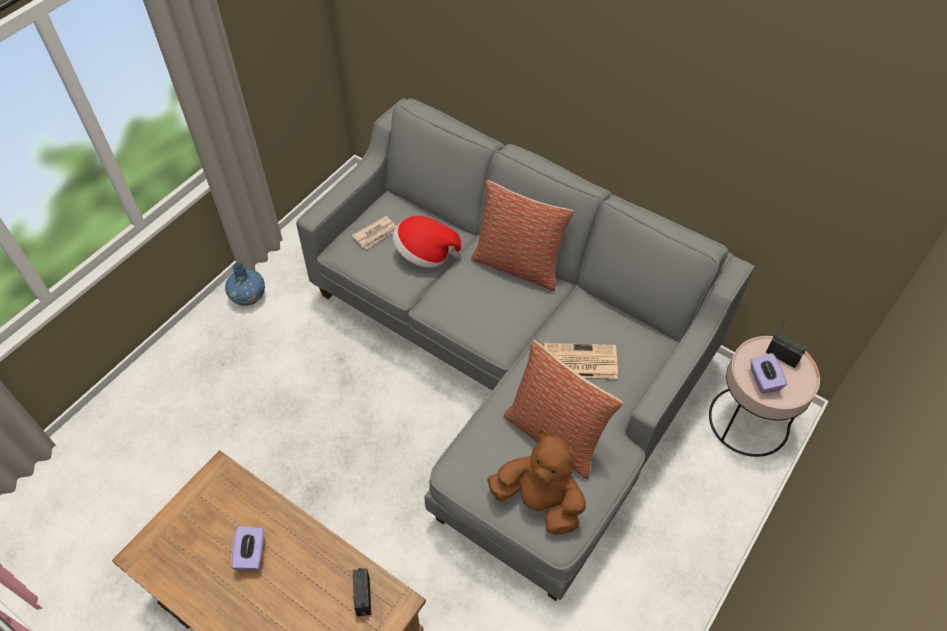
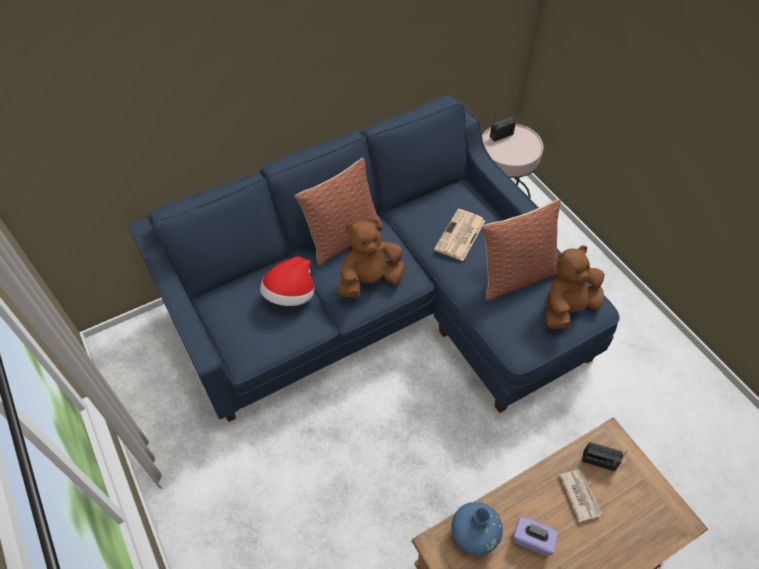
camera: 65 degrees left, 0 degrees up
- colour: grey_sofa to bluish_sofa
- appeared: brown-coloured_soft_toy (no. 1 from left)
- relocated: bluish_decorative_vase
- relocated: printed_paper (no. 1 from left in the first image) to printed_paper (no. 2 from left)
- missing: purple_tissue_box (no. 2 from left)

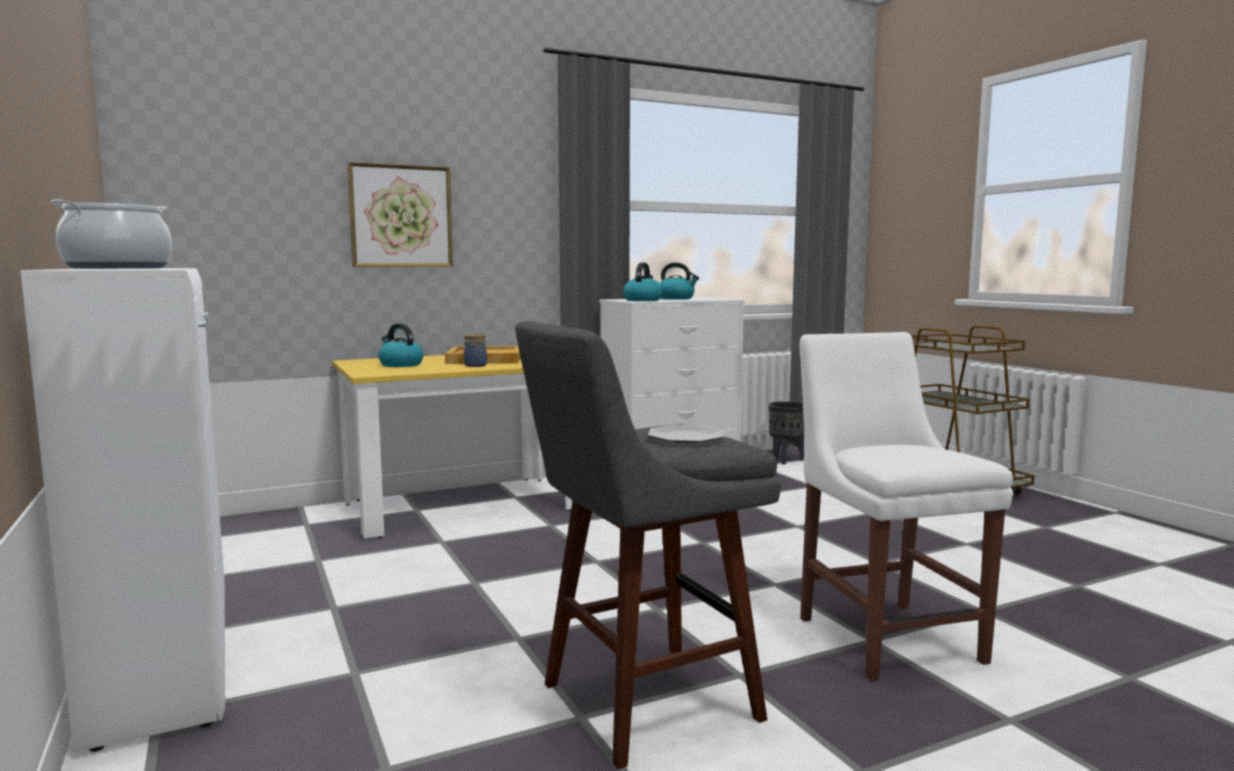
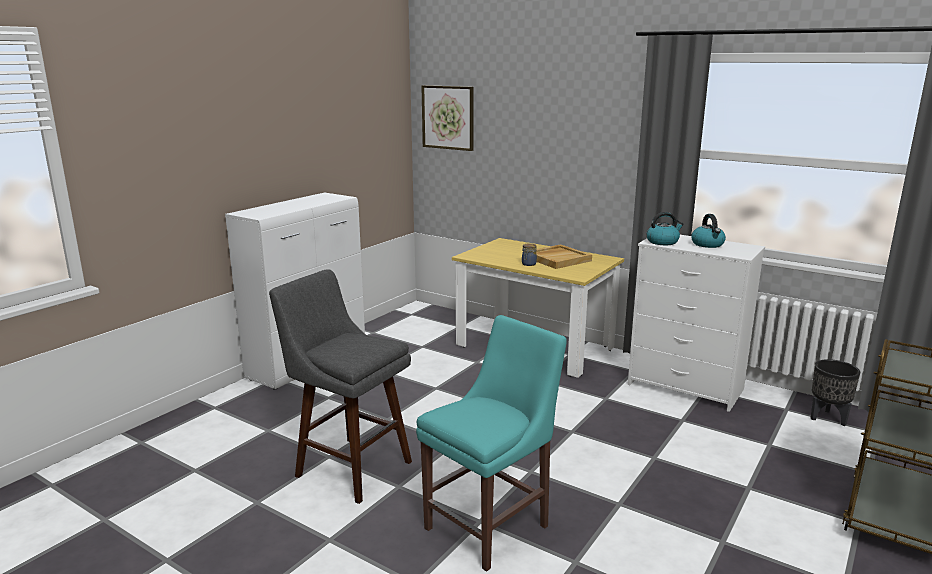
camera: 60 degrees right, 10 degrees up
- colour: whitish_plain_chair to turquoise-coloured_plain_chair
- relocated: wall_art
- missing: cooking_pot
- missing: kettle (no. 1 from left)
- missing: dinner_plate

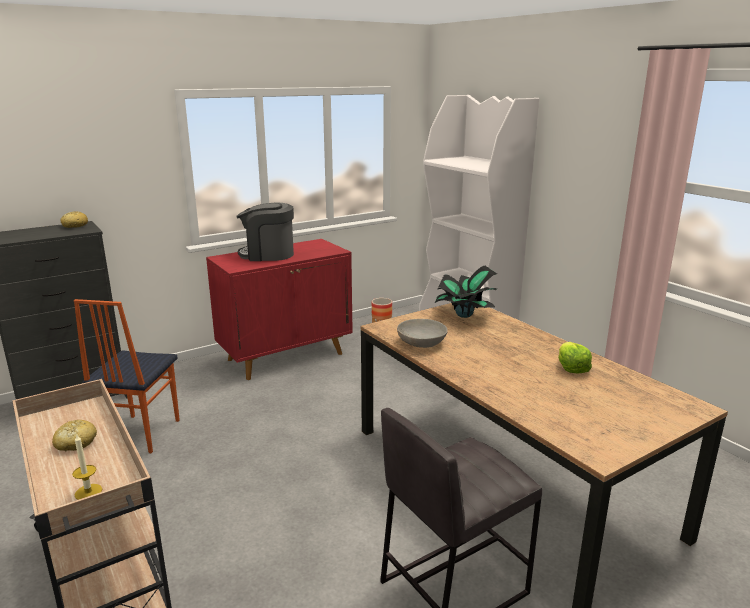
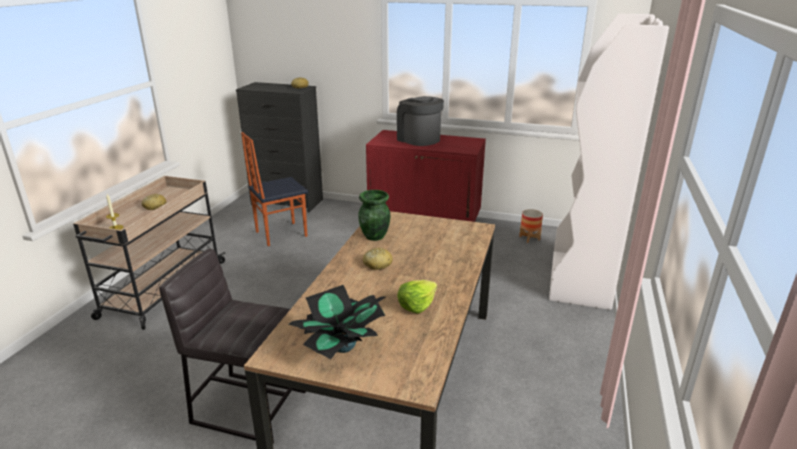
camera: 50 degrees right, 5 degrees up
- relocated: houseplant
- exchanged: grey_deep_dish to green-coloured_decorative_vase
- appeared: bread (no. 3 from left)

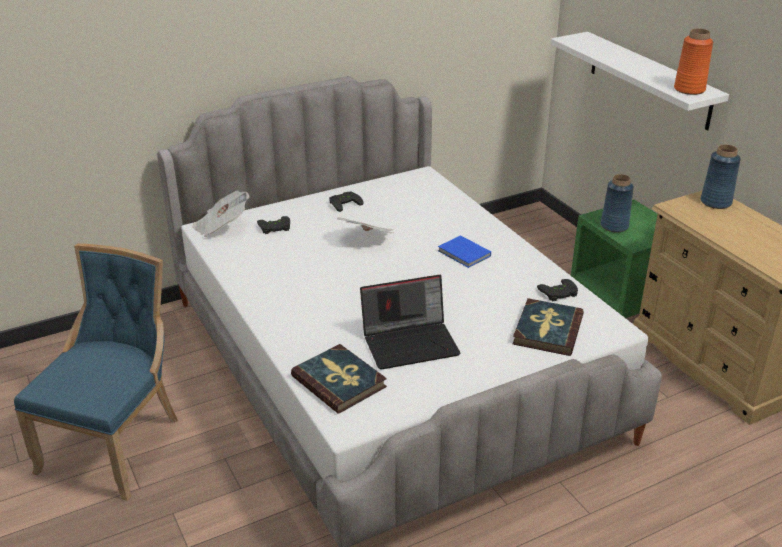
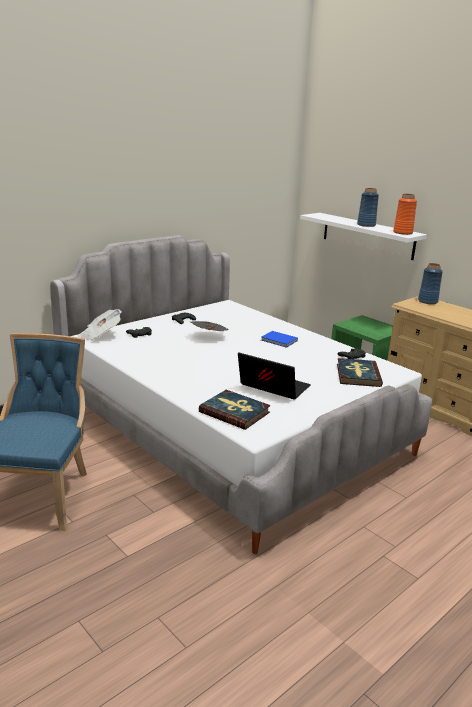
camera: 15 degrees left, 10 degrees down
- spun: portable_computer 120 degrees counterclockwise
- relocated: bluish_decorative_vase (no. 1 from left)

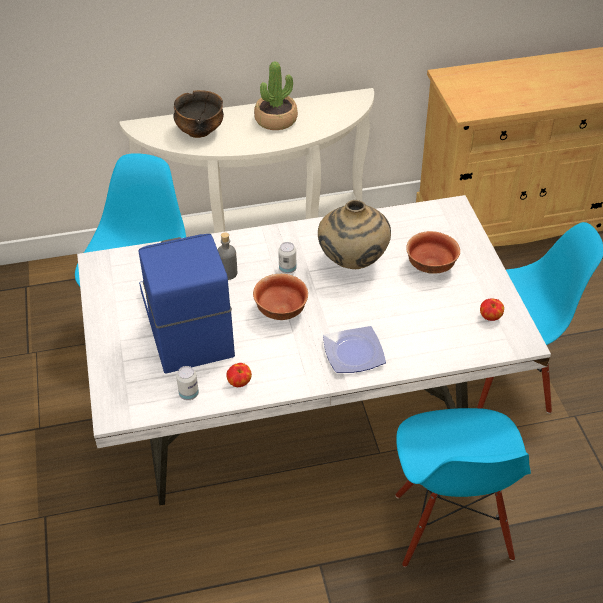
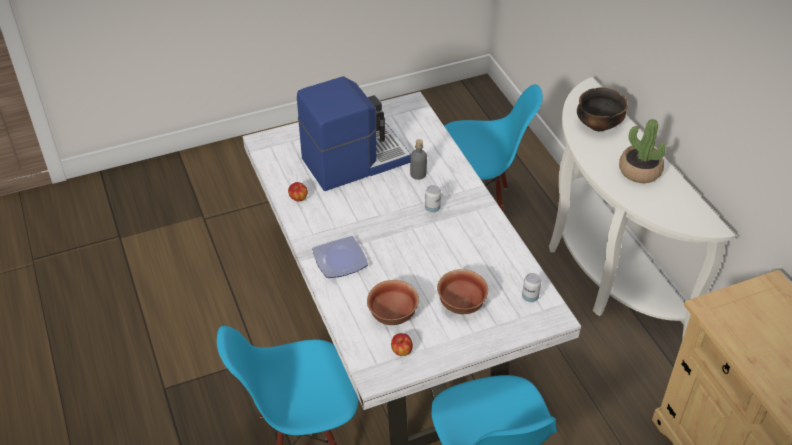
camera: 80 degrees right, 0 degrees up
- relocated: deep_dish (no. 2 from left in the first image) to deep_dish (no. 1 from left)
- relocated: metal_can (no. 1 from left in the first image) to metal_can (no. 2 from left)
- missing: beige_decorative_vase

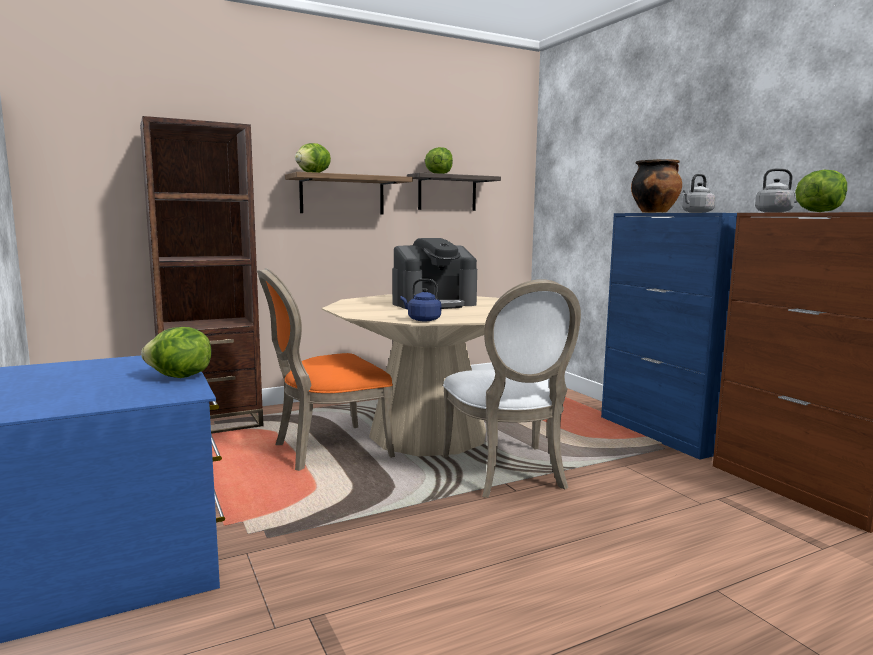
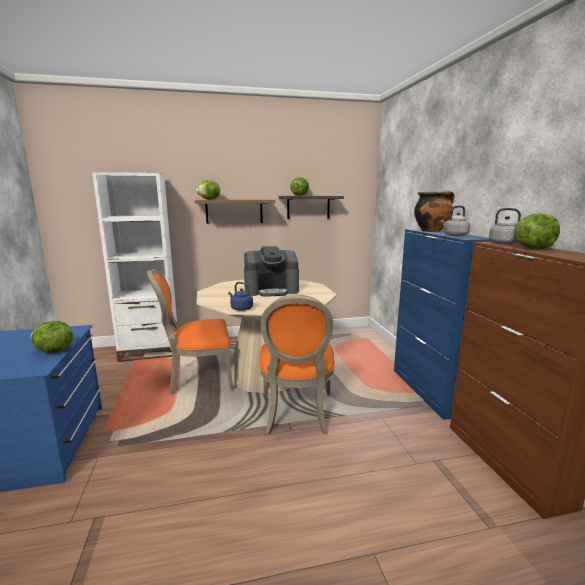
camera: 15 degrees right, 5 degrees up
- colour: brown-coloured_shelving_unit to whitish_shelving_unit
- colour: whitish_plain_chair to orange-coloured_plain_chair (no. 2 from left)

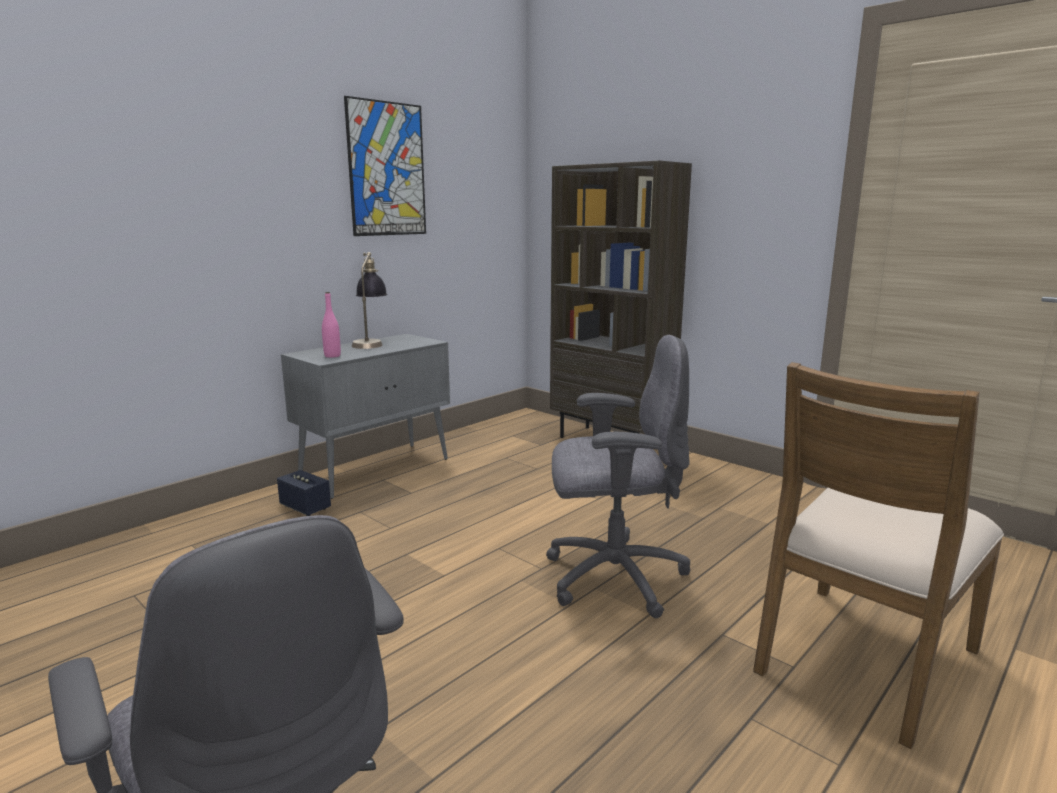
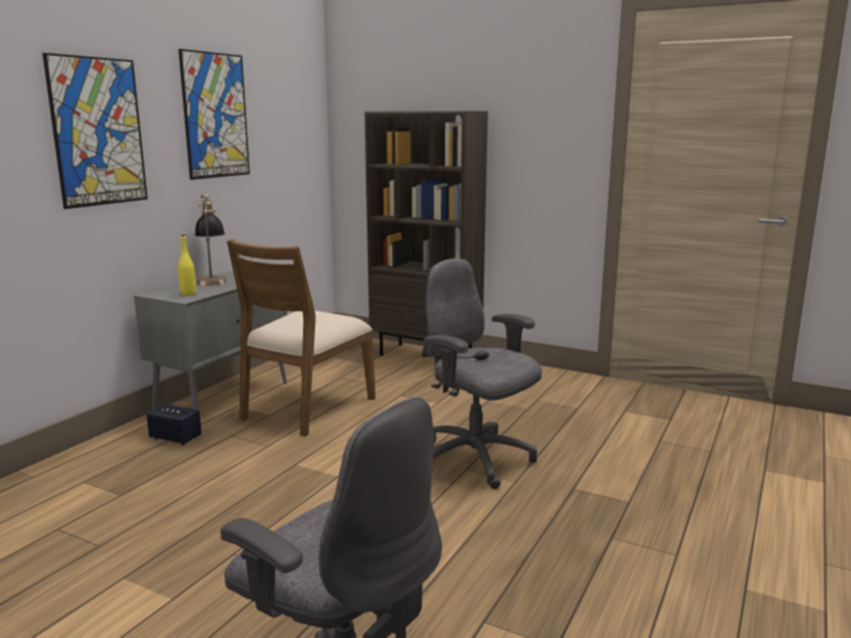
camera: 15 degrees left, 0 degrees up
- appeared: wall_art (no. 1 from left)
- colour: pink-coloured_beverage_bottle to yellow_beverage_bottle
- relocated: brown-coloured_plain_chair
- spun: grey_desk_chair (no. 2 from left) 120 degrees counterclockwise

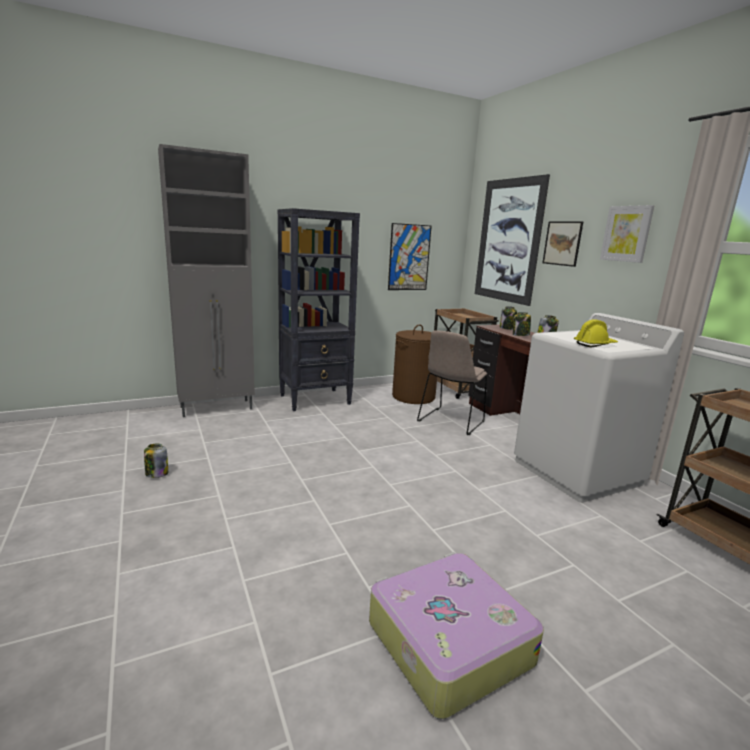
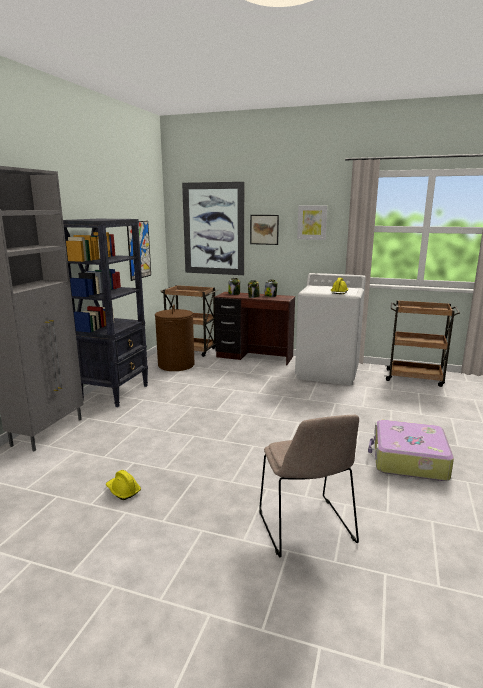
camera: 45 degrees left, 0 degrees up
- exchanged: jar (no. 1 from left) to yellow_safety_helmet (no. 1 from left)
- relocated: beige_plain_chair

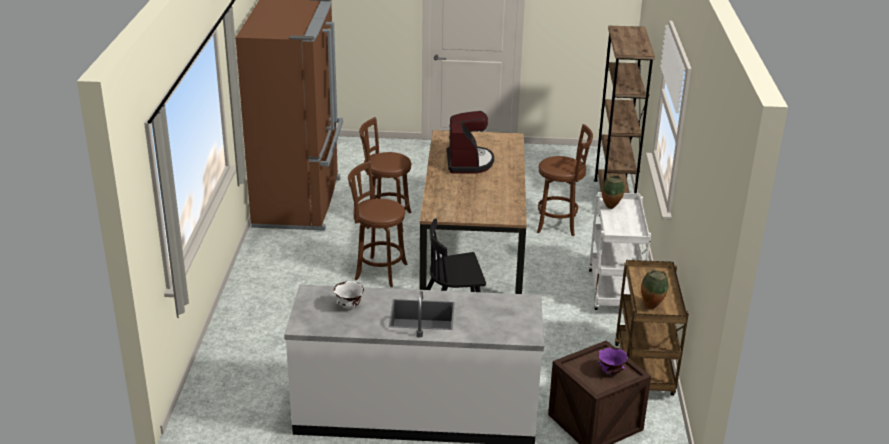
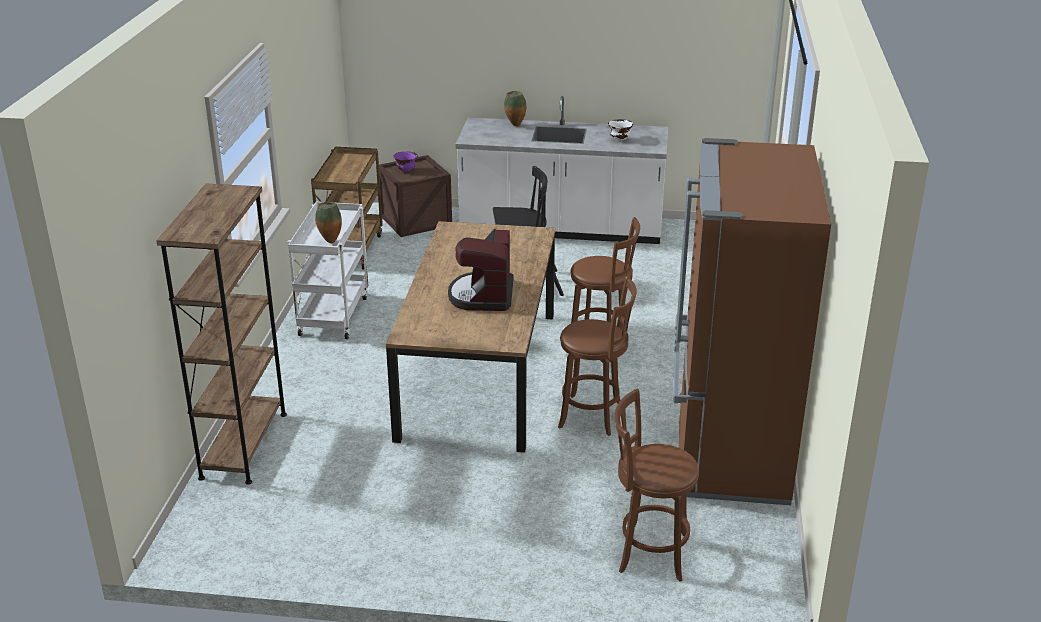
camera: 175 degrees left, 0 degrees up
- relocated: decorative_vase (no. 2 from left)
- relocated: brown-coloured_sitting_stool (no. 3 from left)

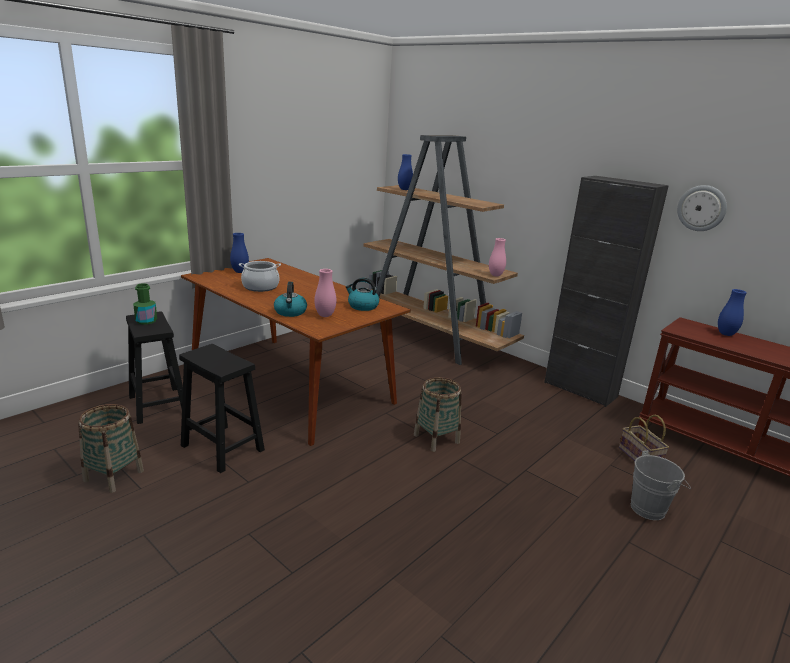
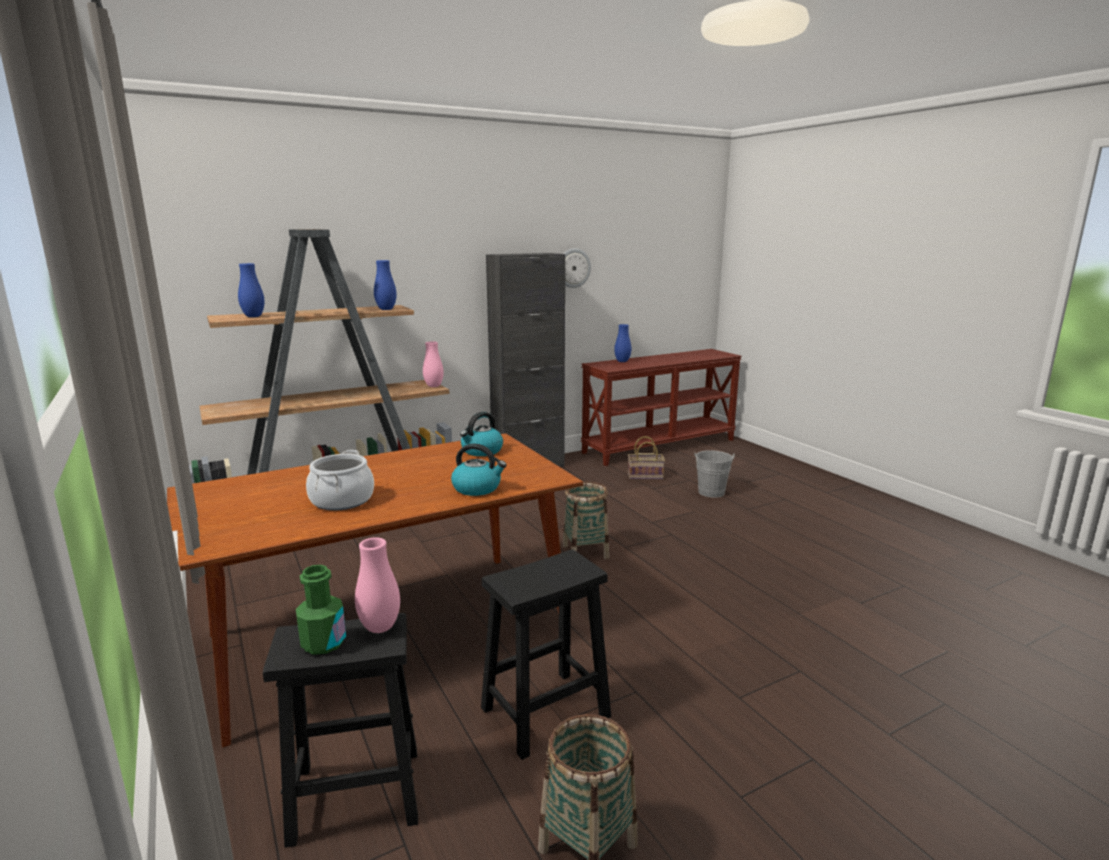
camera: 70 degrees left, 5 degrees down
- relocated: pink-coloured_decorative_vase (no. 1 from left)
- relocated: bluish_decorative_vase (no. 1 from left in the first image) to bluish_decorative_vase (no. 2 from left)

